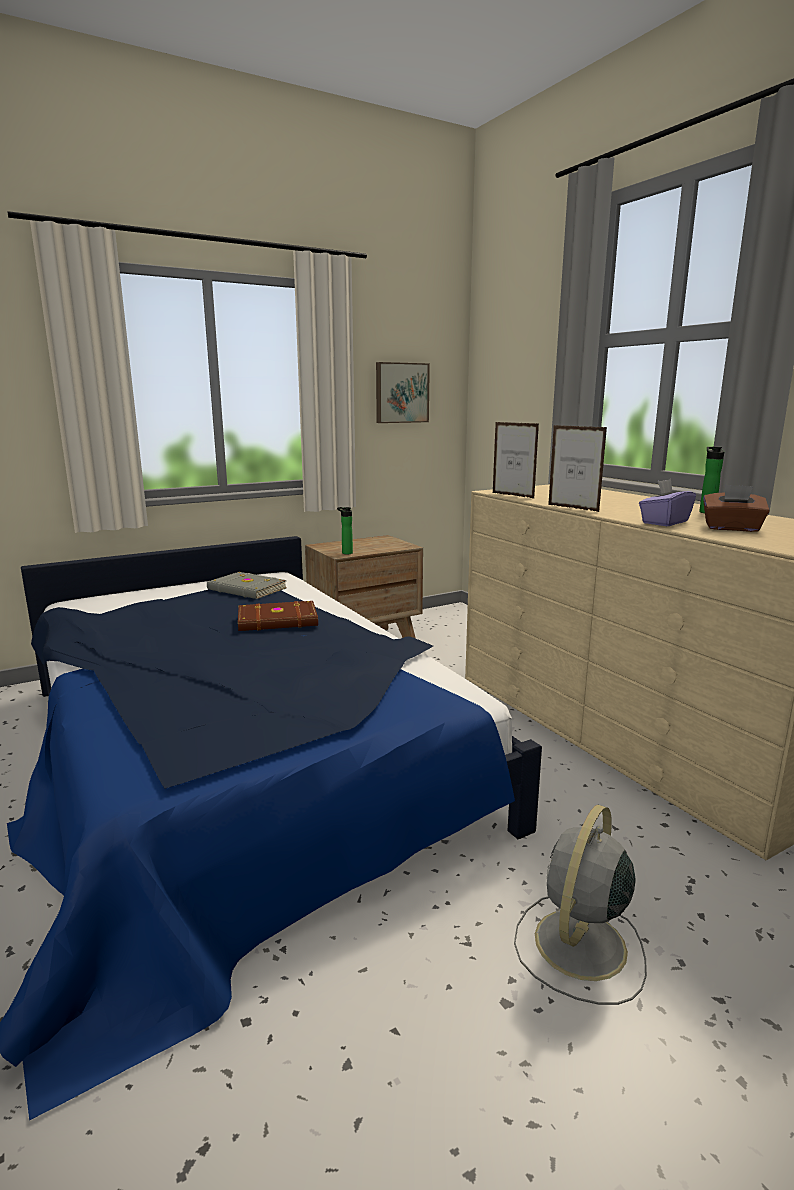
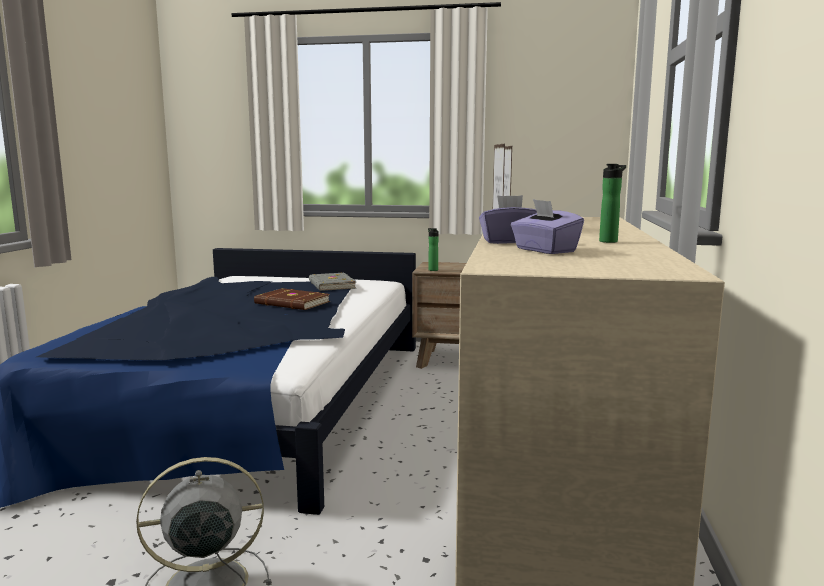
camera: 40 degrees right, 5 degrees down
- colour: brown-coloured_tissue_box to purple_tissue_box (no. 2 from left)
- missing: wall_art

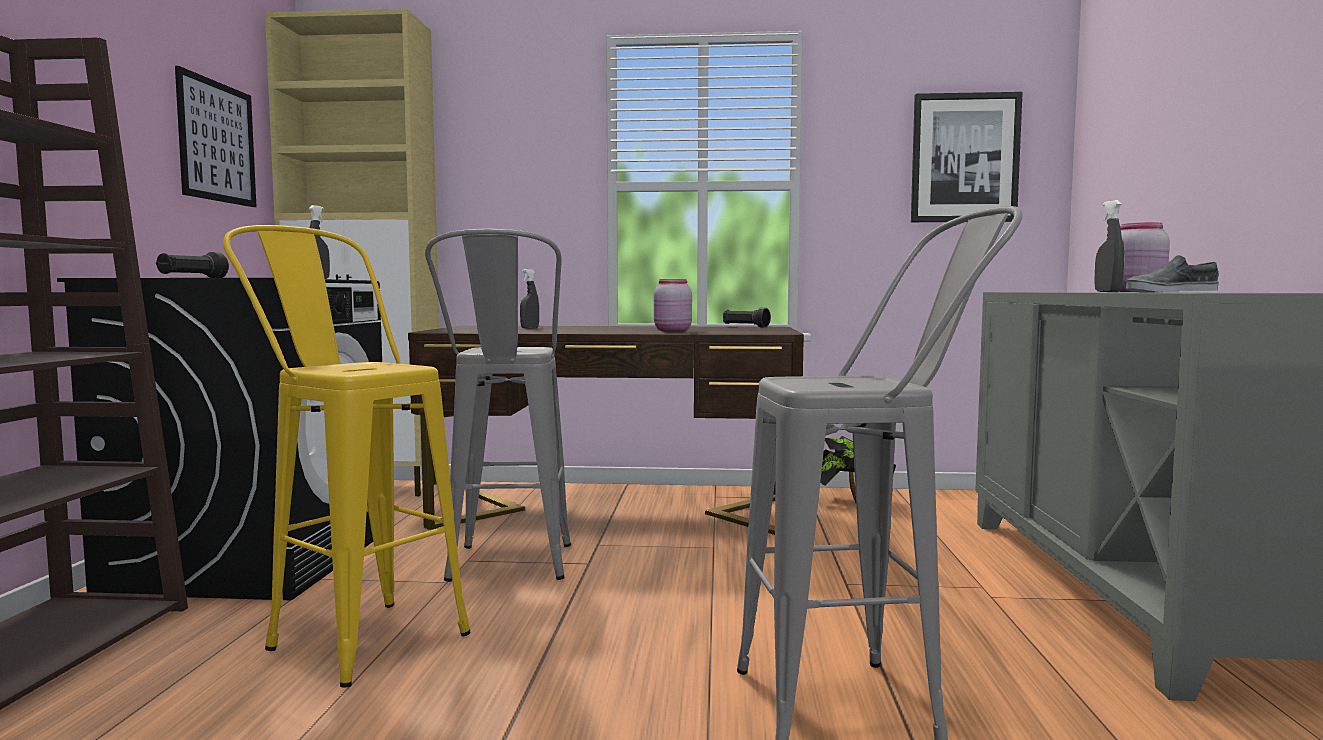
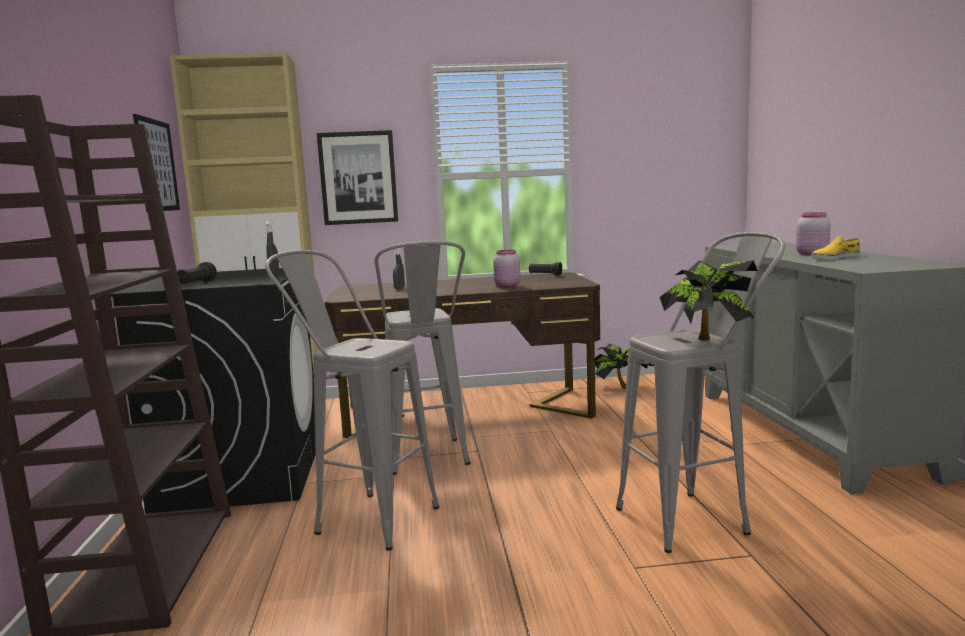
camera: 10 degrees left, 5 degrees up
- colour: yellow_sitting_stool to grey_sitting_stool (no. 1 from left)
- relocated: wall_art (no. 2 from left)
- appeared: houseplant (no. 2 from left)
- colour: grey_shoe to yellow_shoe
- missing: grey_sprayer (no. 3 from left)

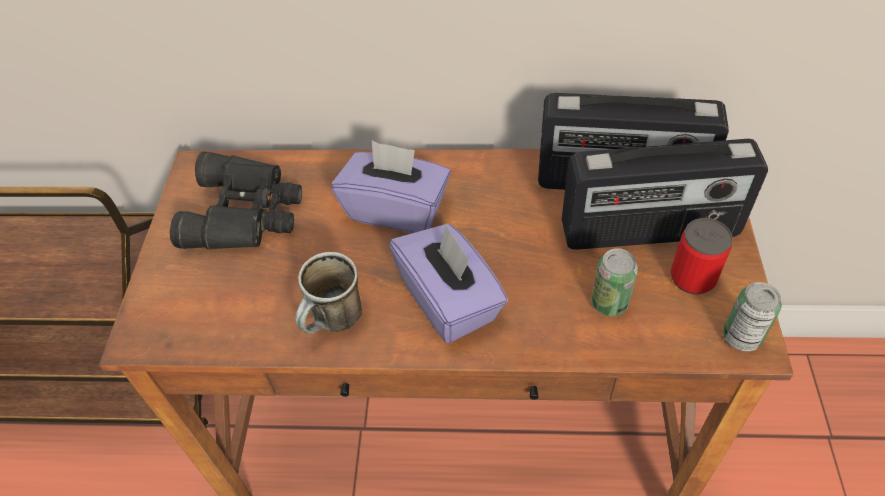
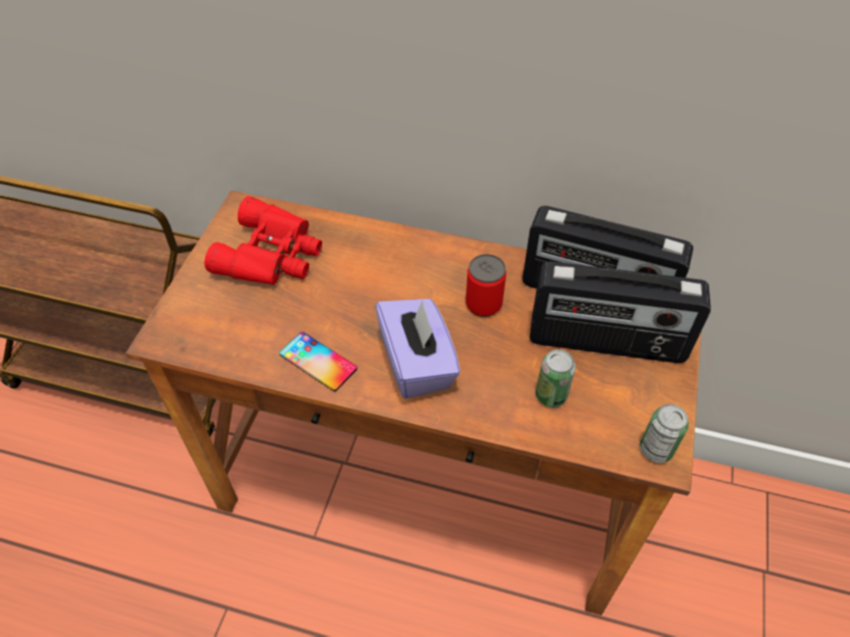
camera: 10 degrees right, 0 degrees up
- colour: blackish_binoculars to reddish_binoculars
- exchanged: tea_mug to phone
- relocated: metal_can (no. 2 from left in the first image) to metal_can (no. 1 from left)
- missing: purple_tissue_box (no. 1 from left)

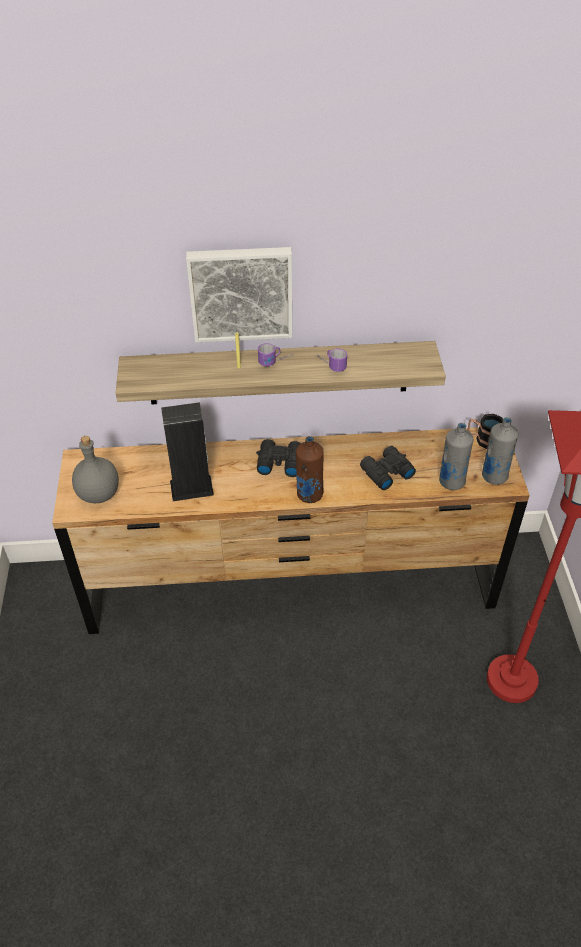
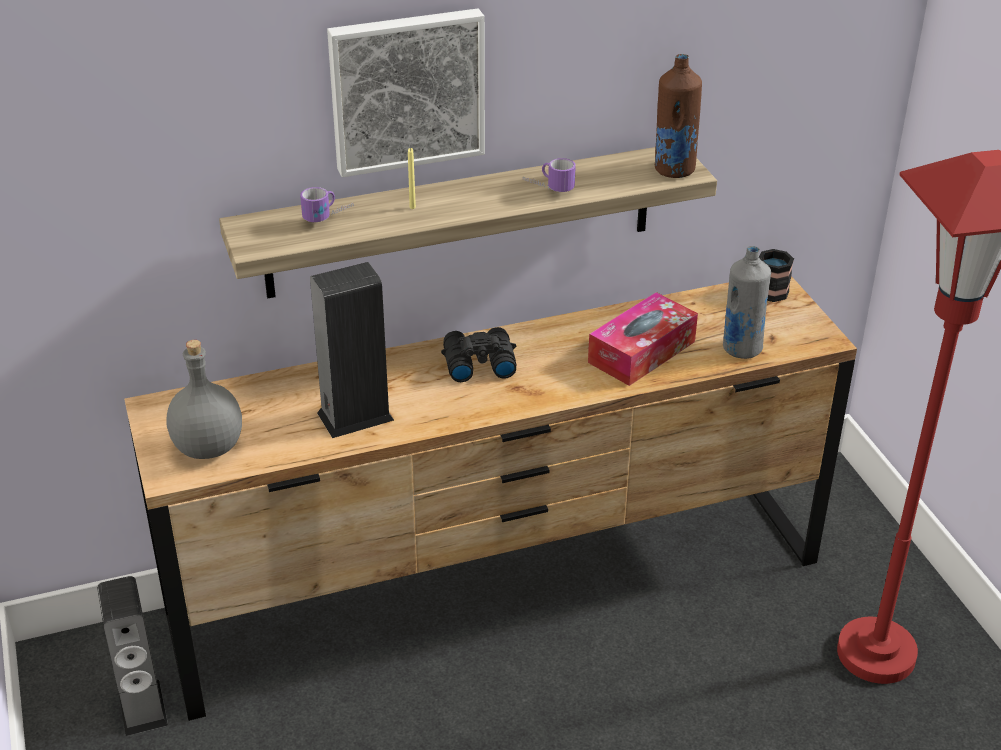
camera: 15 degrees left, 10 degrees down
- appeared: loudspeaker (no. 1 from left)
- relocated: tea_mug (no. 1 from left)
- exchanged: blackish_binoculars (no. 2 from left) to tissue_box
- relocated: brown-coloured_beverage_bottle
- missing: grey_beverage_bottle (no. 3 from left)

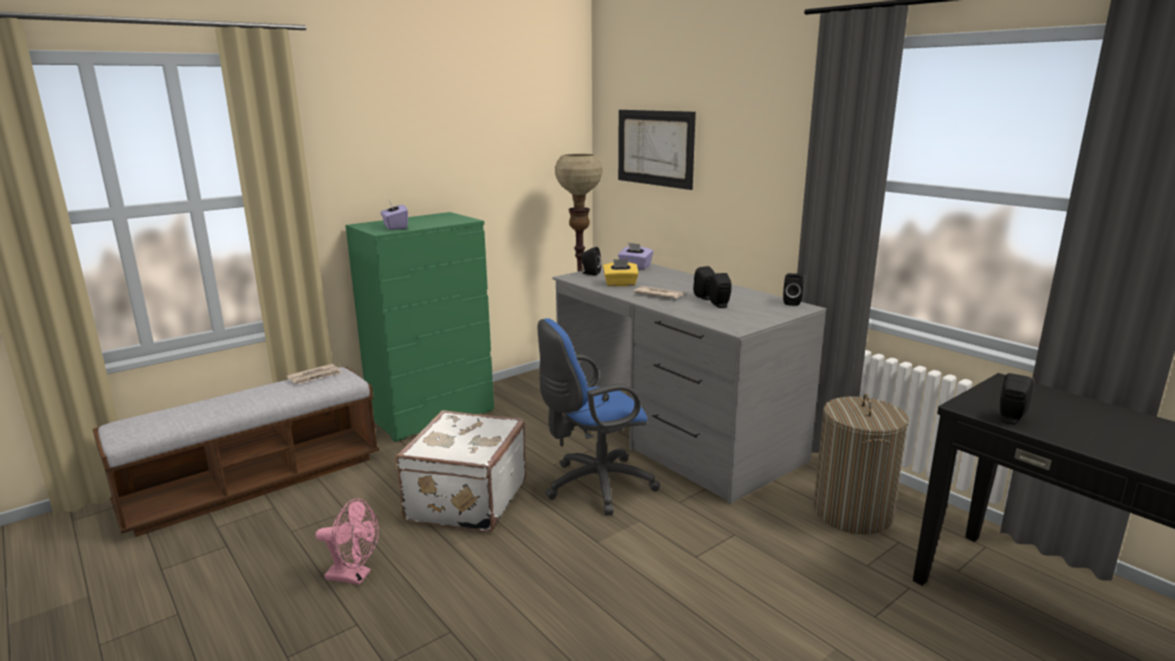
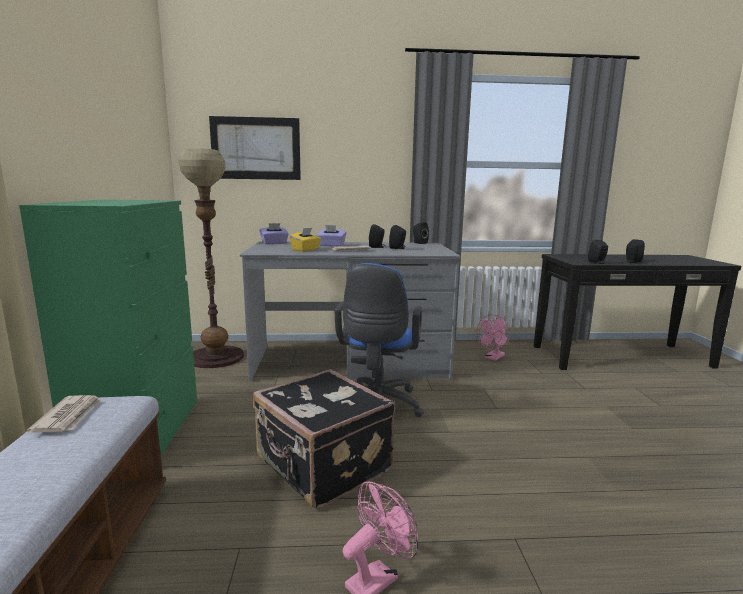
camera: 55 degrees left, 5 degrees down
- colour: whitish_suitcase to blackish_suitcase
- relocated: purple_tissue_box (no. 1 from left in the first image) to purple_tissue_box (no. 2 from left)
- exchanged: hamper to pink-coloured_cooling_fan (no. 2 from left)
- relocated: blackish_loudspeaker (no. 1 from left in the first image) to blackish_loudspeaker (no. 5 from left)

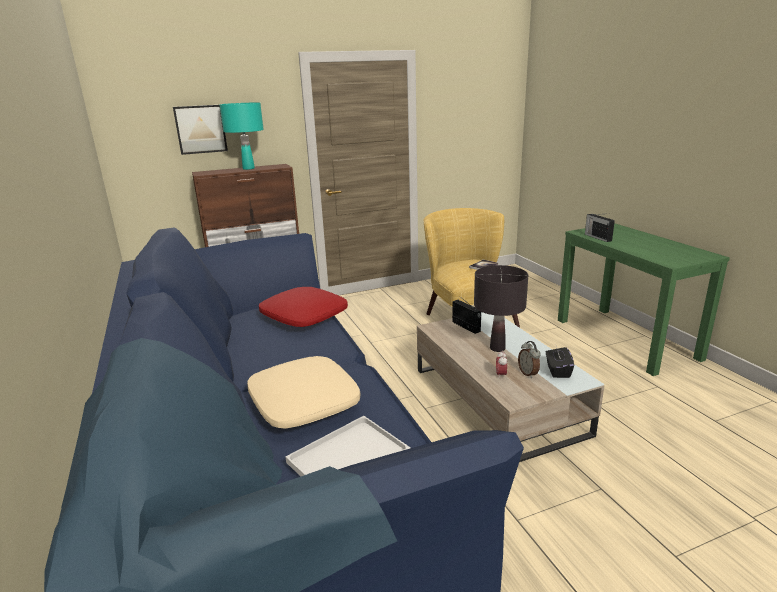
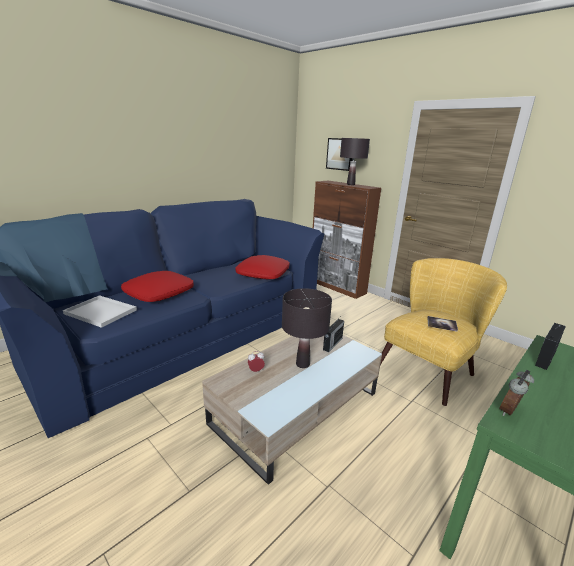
camera: 65 degrees right, 0 degrees up
- colour: beige_pillow to reddish_pillow (no. 1 from left)
- colour: turquoise-coloured_lamp_for_a_table to blackish_lamp_for_a_table (no. 2 from left)
- relocated: table_clock (no. 2 from left)
- missing: blackish_tissue_box

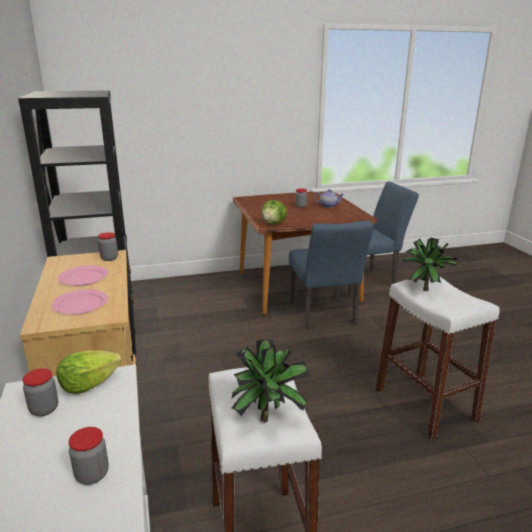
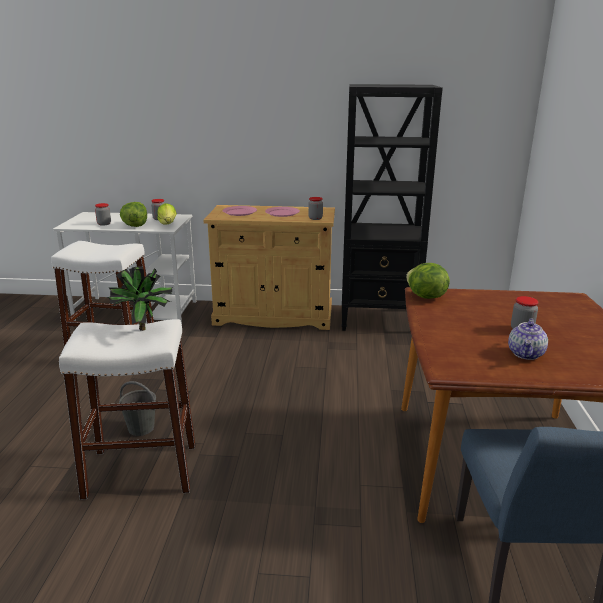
camera: 110 degrees right, 0 degrees up
- appeared: grey_pail
- appeared: lettuce_head (no. 1 from left)
- missing: houseplant (no. 1 from left)
- missing: bluish_plain_chair (no. 1 from left)

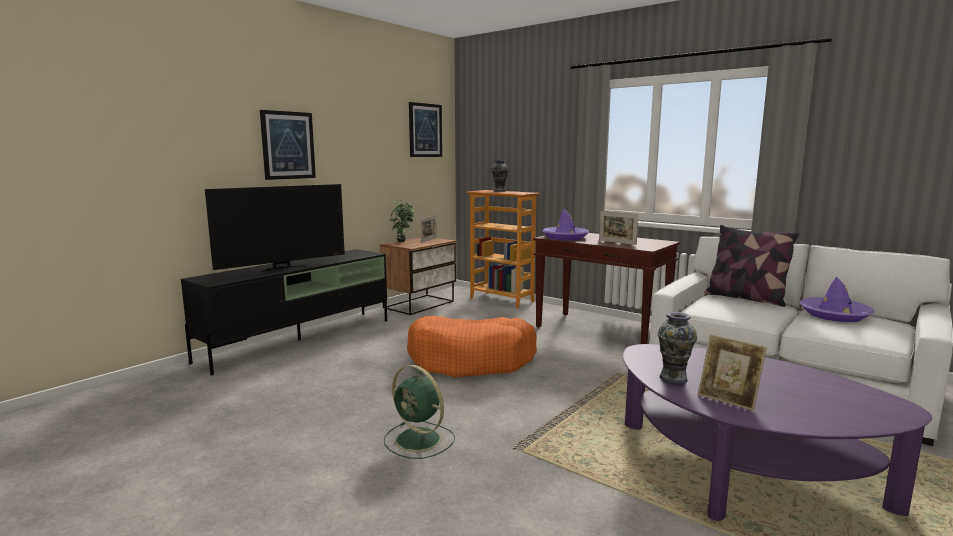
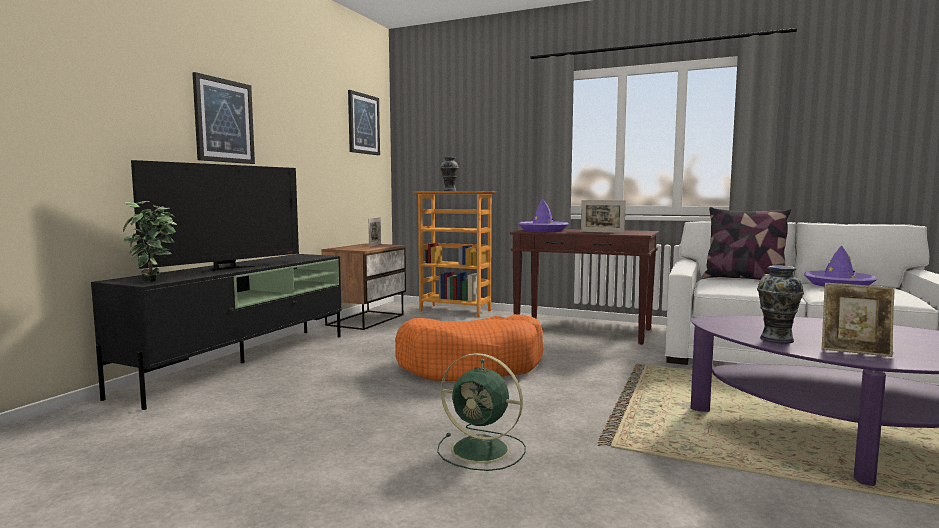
camera: 15 degrees left, 5 degrees down
- relocated: houseplant

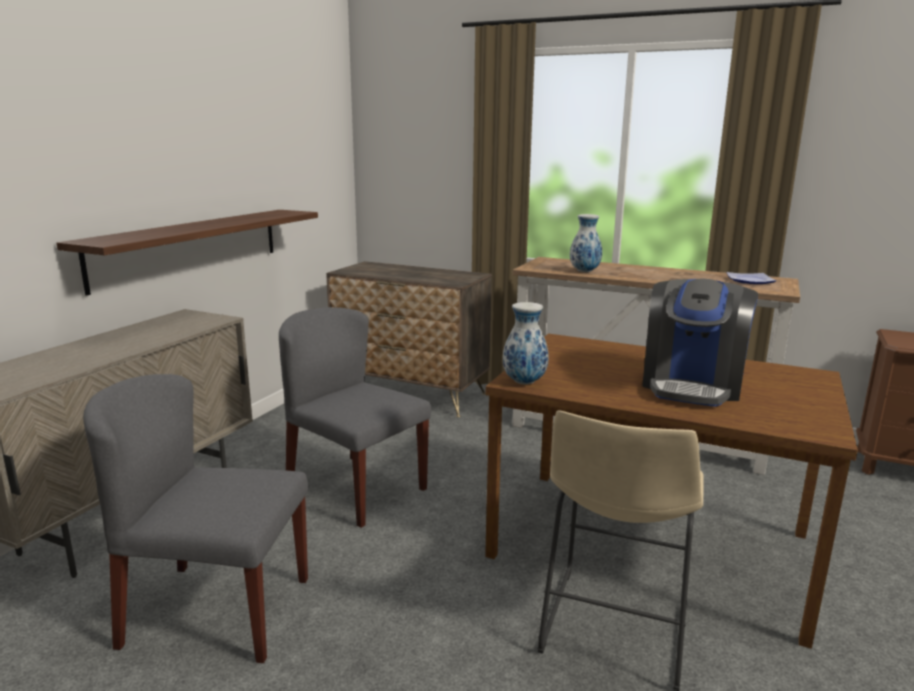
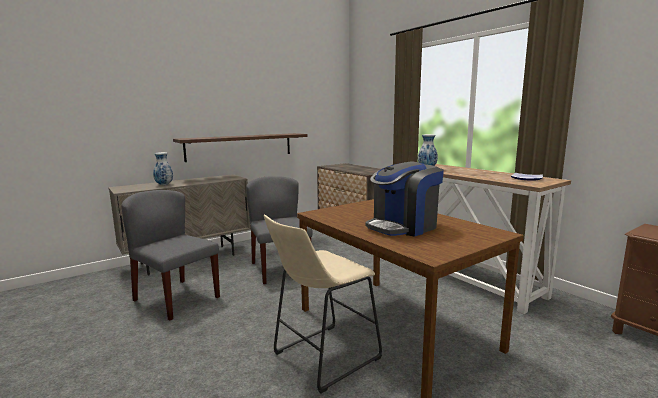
camera: 30 degrees right, 5 degrees down
- relocated: decorative_vase (no. 1 from left)

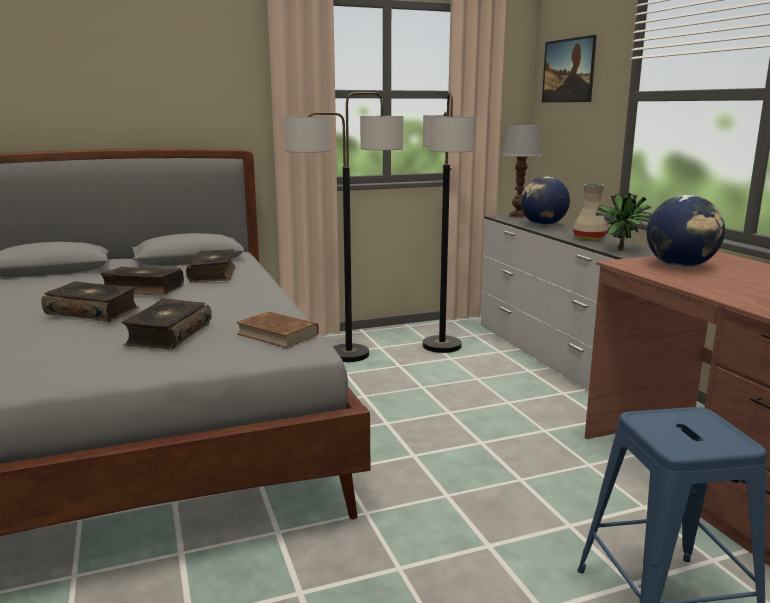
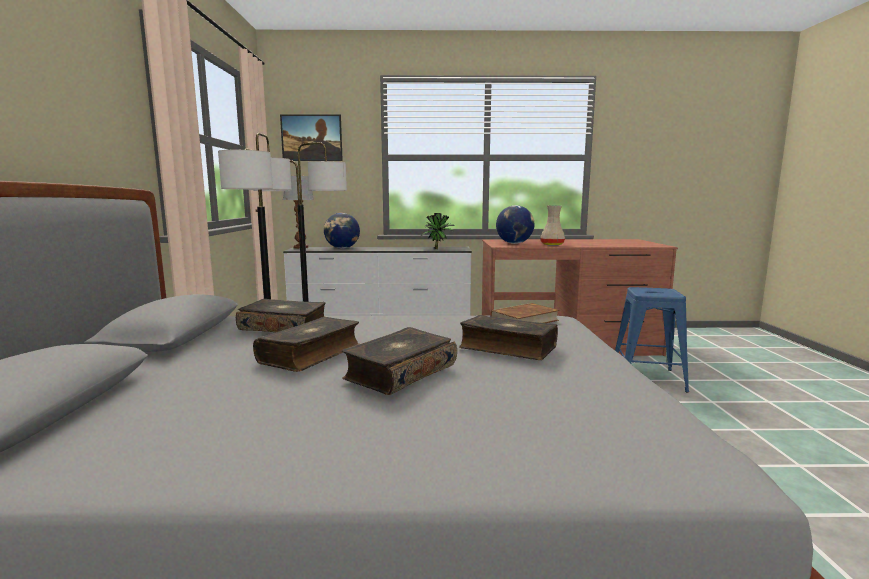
camera: 70 degrees left, 5 degrees down
- relocated: beige_decorative_vase

